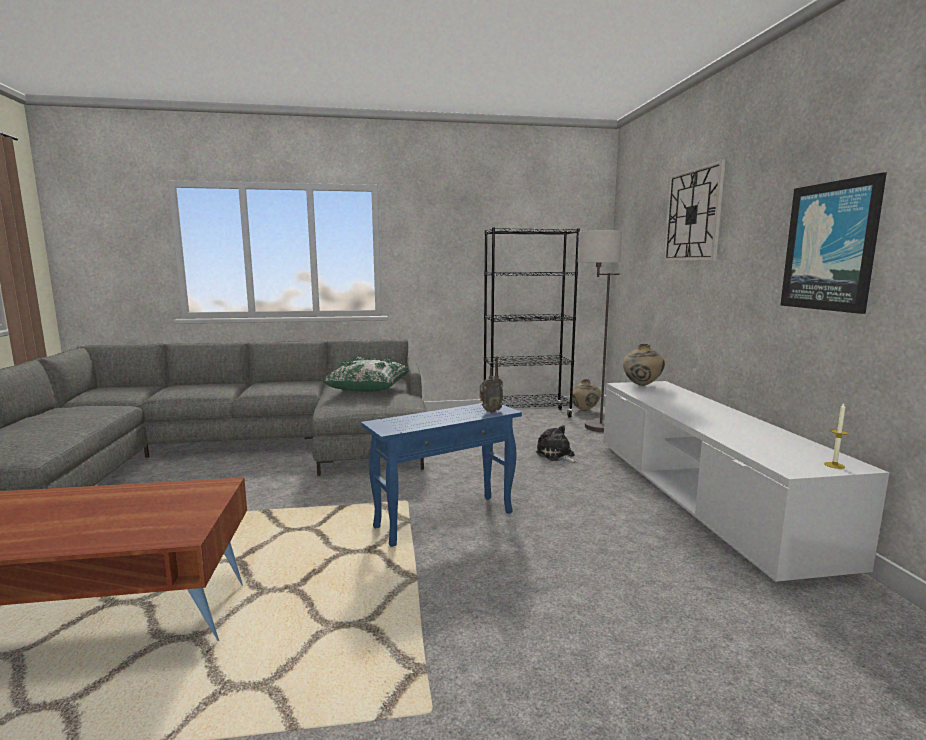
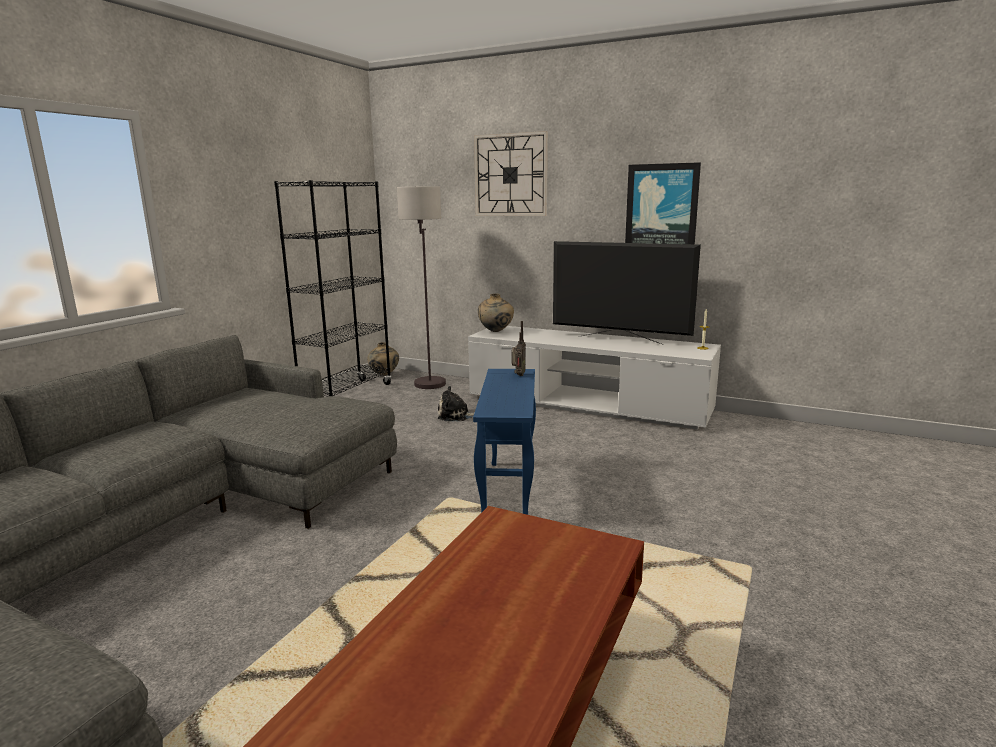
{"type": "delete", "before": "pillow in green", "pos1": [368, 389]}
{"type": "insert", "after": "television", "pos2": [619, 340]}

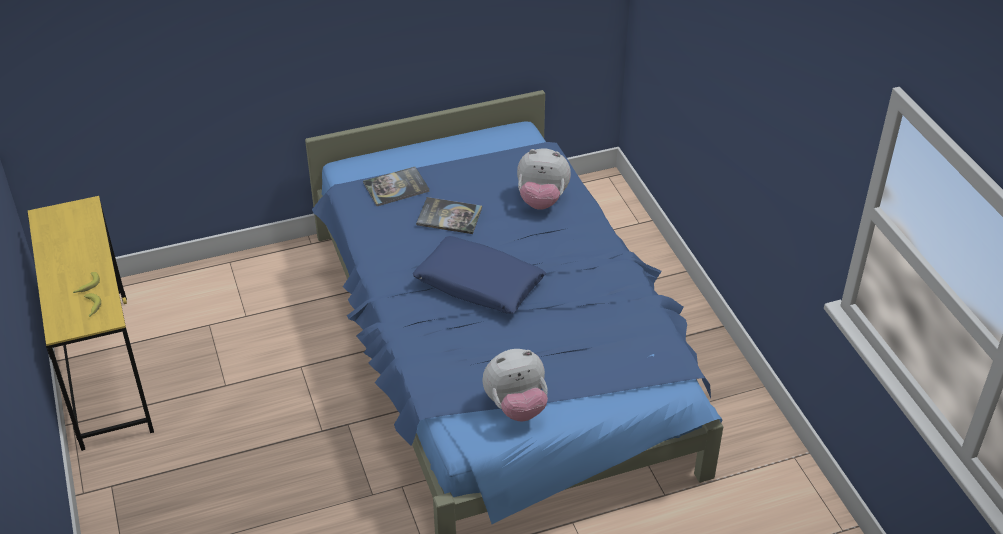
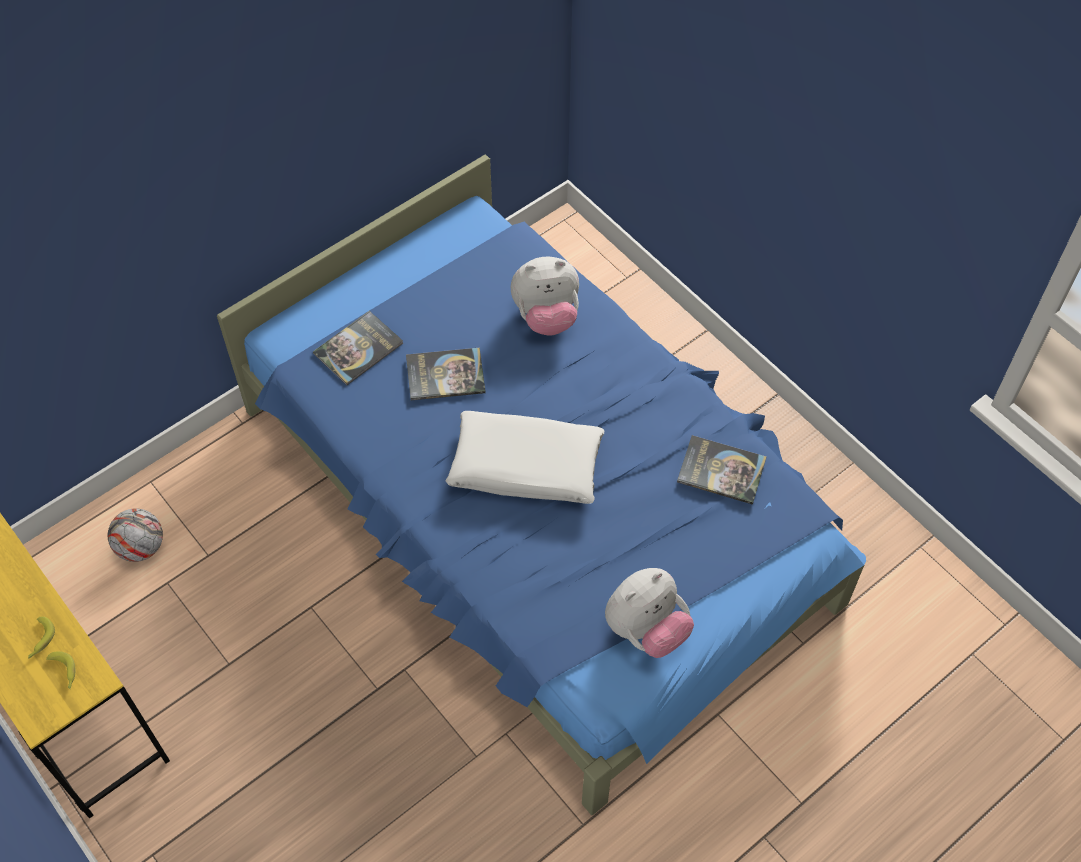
{"type": "recolor", "before": "pillow in blue", "after": "pillow in white", "pos1": [479, 285], "pos2": [526, 466]}
{"type": "insert", "after": "football", "pos2": [141, 547]}
{"type": "insert", "after": "book", "pos2": [721, 470]}

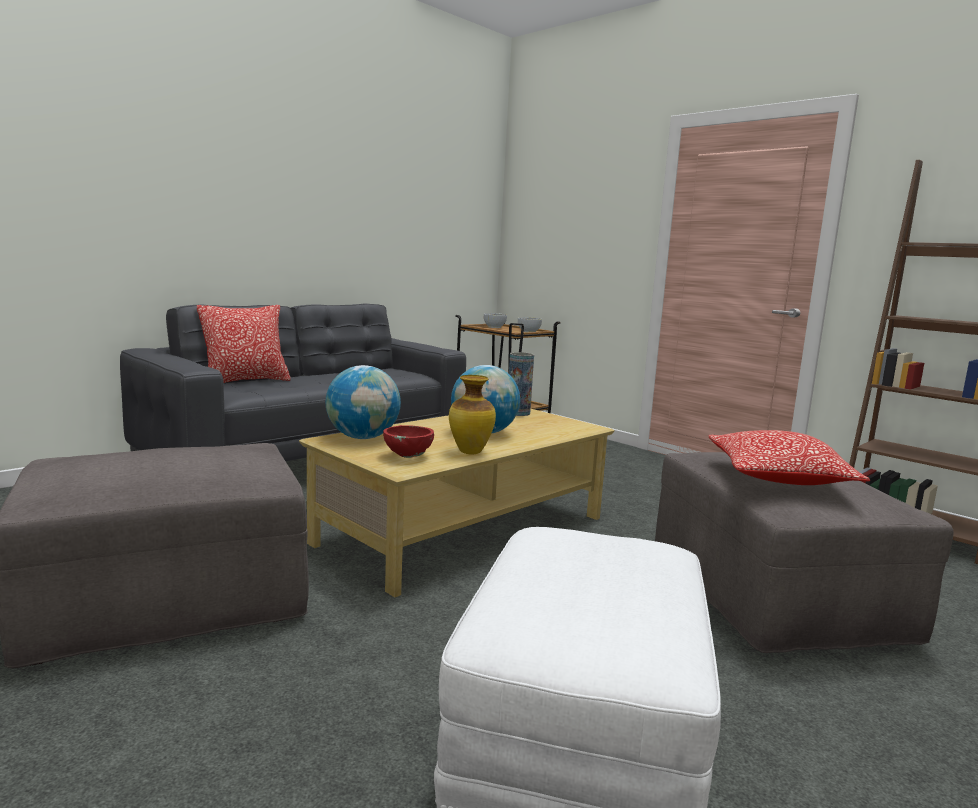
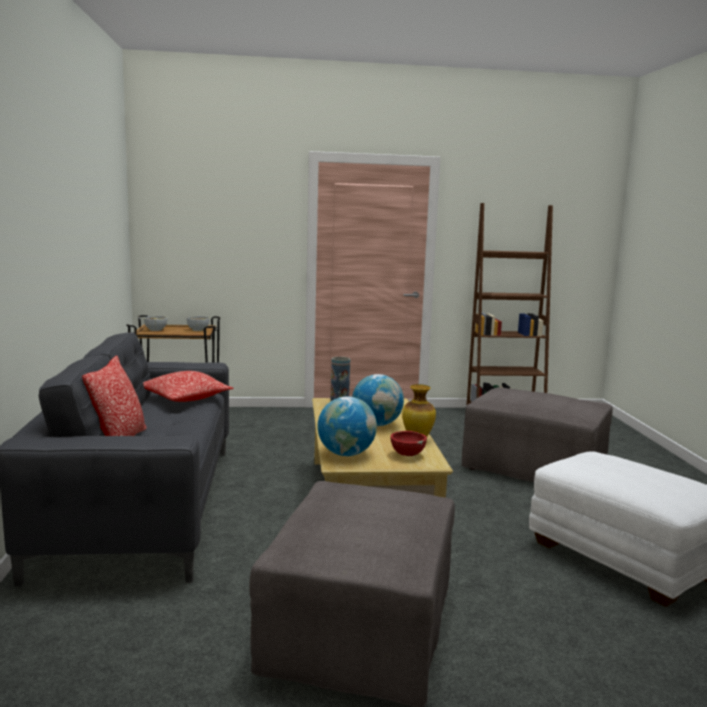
{"type": "move", "before": "pillow", "pos1": [778, 477], "pos2": [185, 398]}

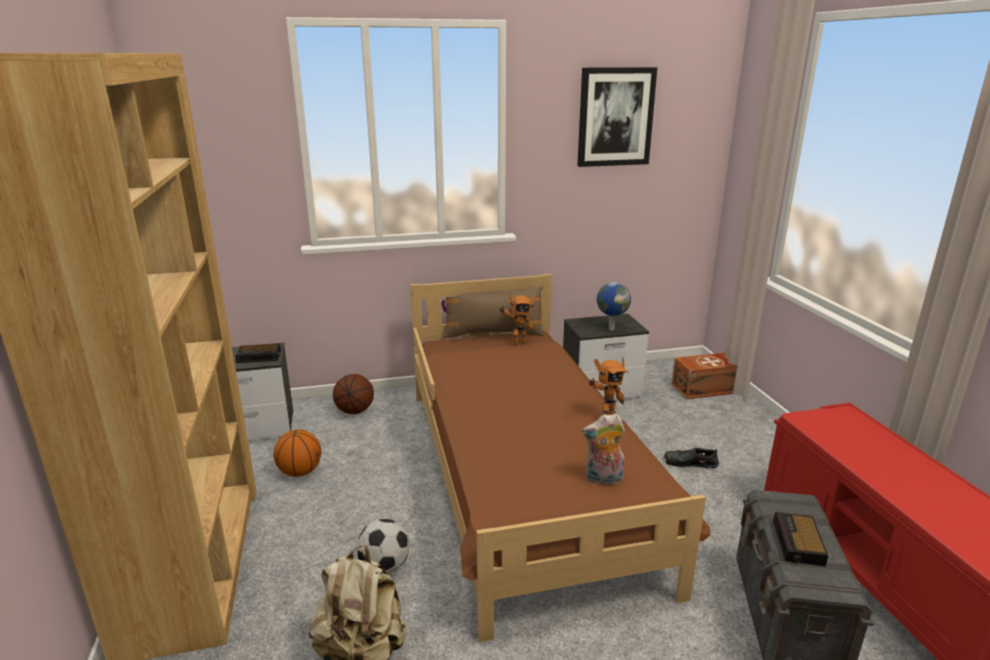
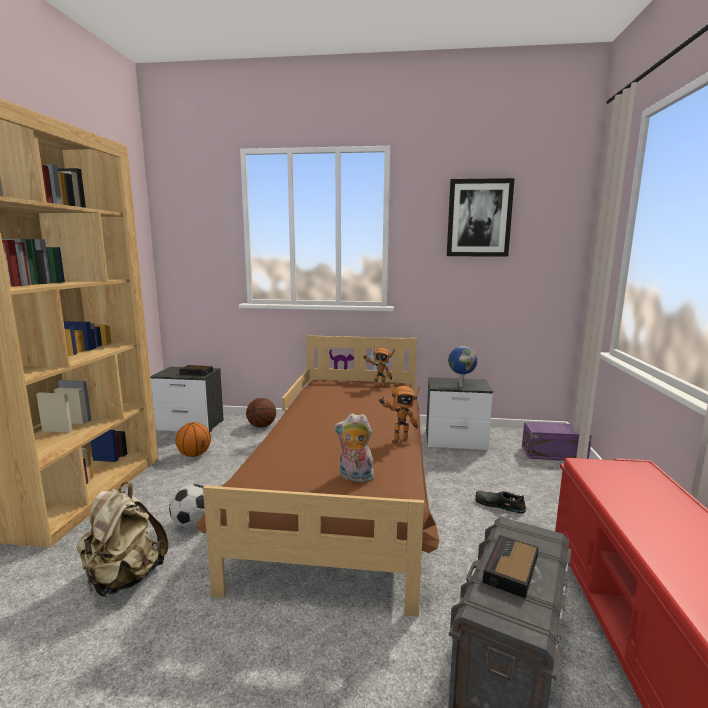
{"type": "delete", "before": "pillow in brown", "pos1": [493, 333]}
{"type": "recolor", "before": "storage box in brown", "after": "storage box in purple", "pos1": [708, 389], "pos2": [555, 454]}

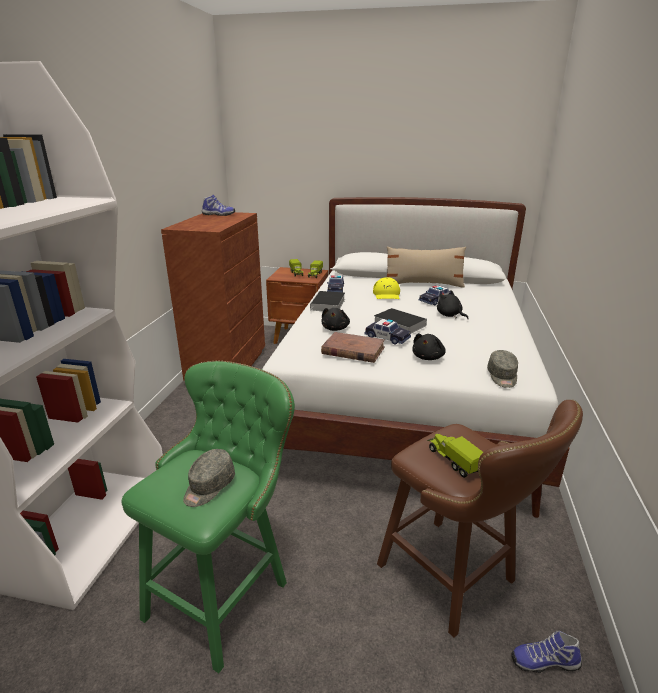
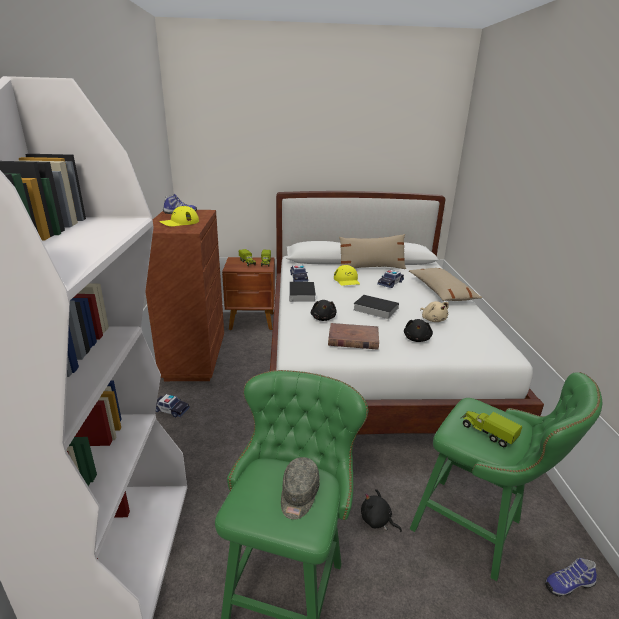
{"type": "move", "before": "toy car", "pos1": [387, 337], "pos2": [170, 410]}
{"type": "recolor", "before": "stool in brown", "after": "stool in green", "pos1": [458, 583], "pos2": [479, 532]}
{"type": "move", "before": "plush toy in black", "pos1": [450, 315], "pos2": [377, 520]}
{"type": "delete", "before": "cap in grey", "pos1": [502, 377]}
{"type": "insert", "after": "cap in yellow", "pos2": [179, 222]}
{"type": "insert", "after": "pillow in beige", "pos2": [441, 292]}
{"type": "insert", "after": "plush toy in beige", "pos2": [433, 319]}

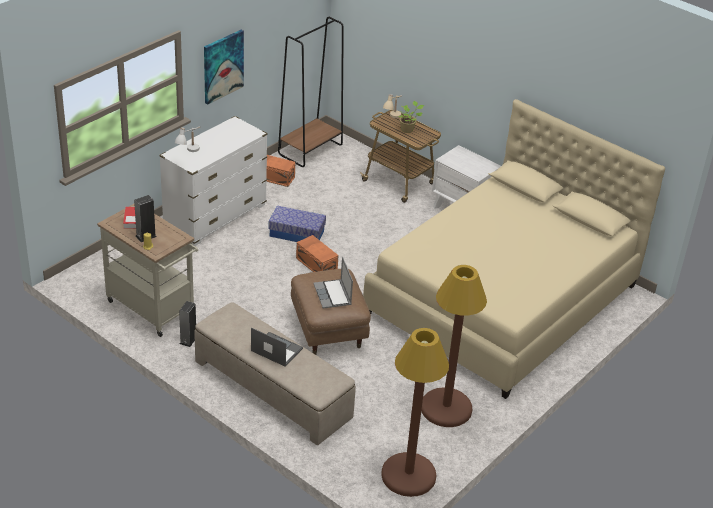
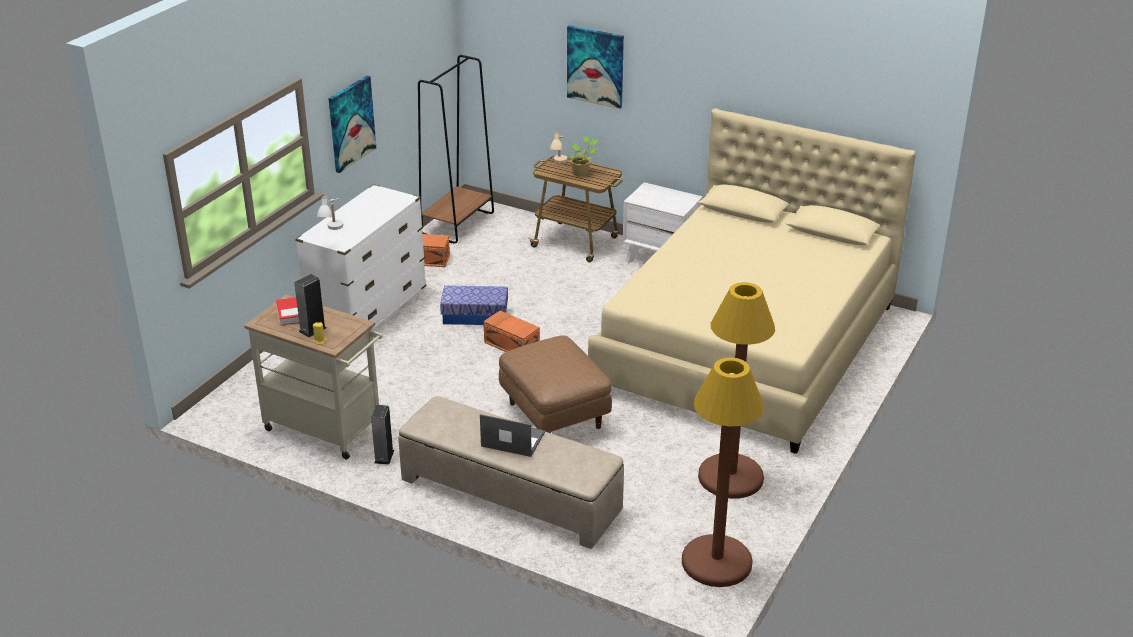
{"type": "delete", "before": "laptop", "pos1": [333, 295]}
{"type": "insert", "after": "picture", "pos2": [595, 66]}

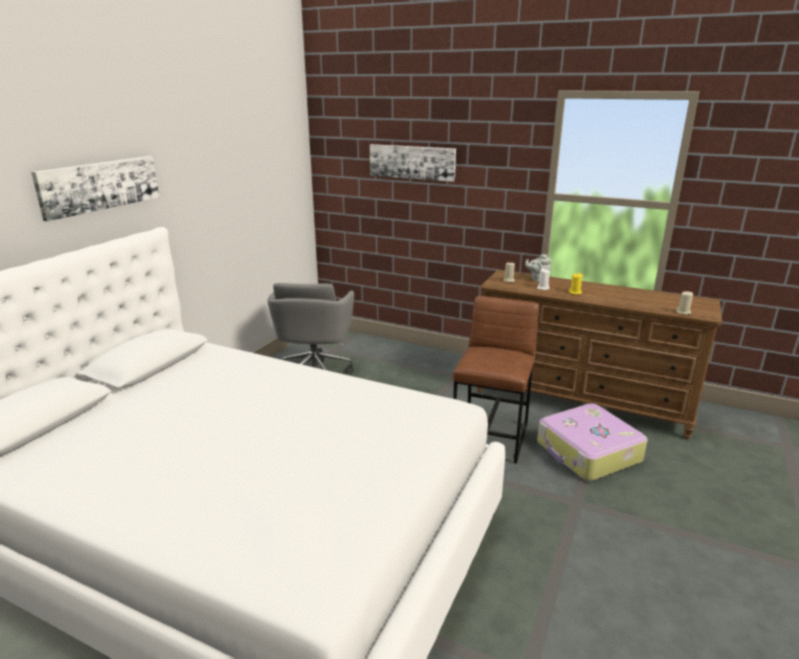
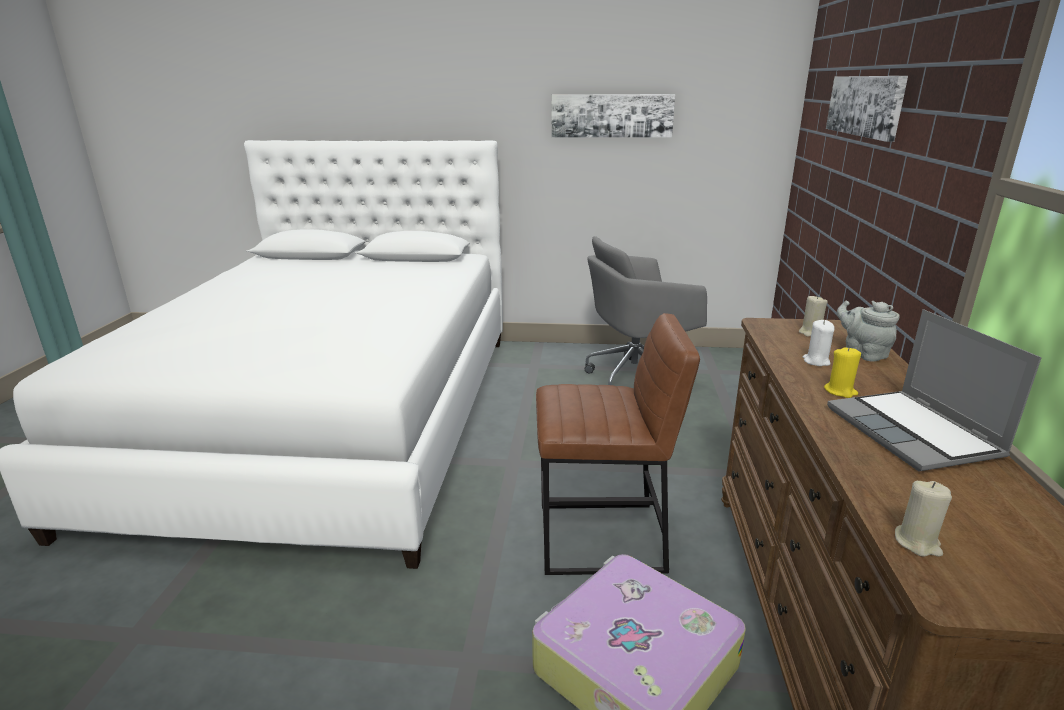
{"type": "move", "before": "picture", "pos1": [99, 185], "pos2": [611, 115]}
{"type": "insert", "after": "laptop", "pos2": [914, 433]}

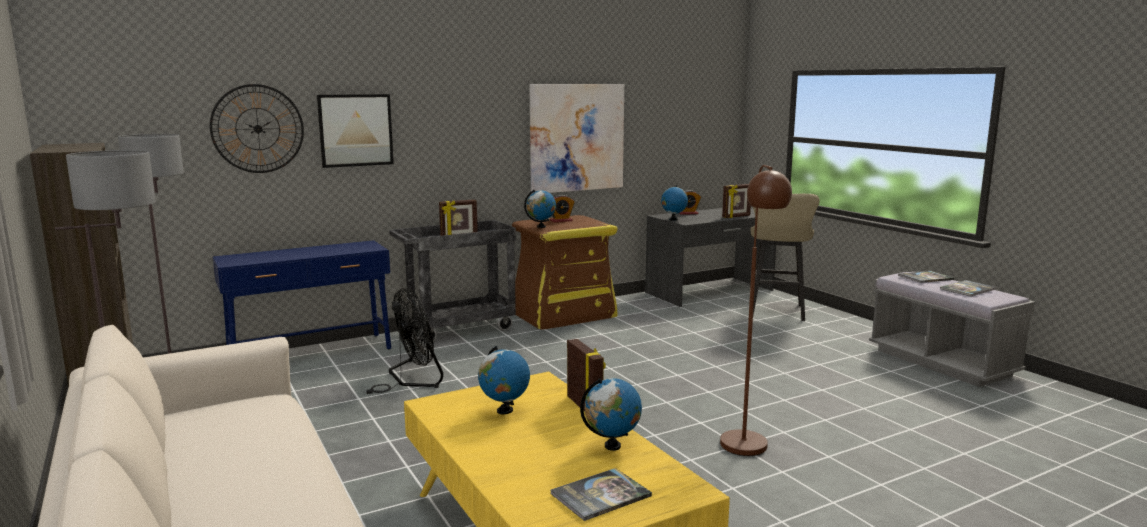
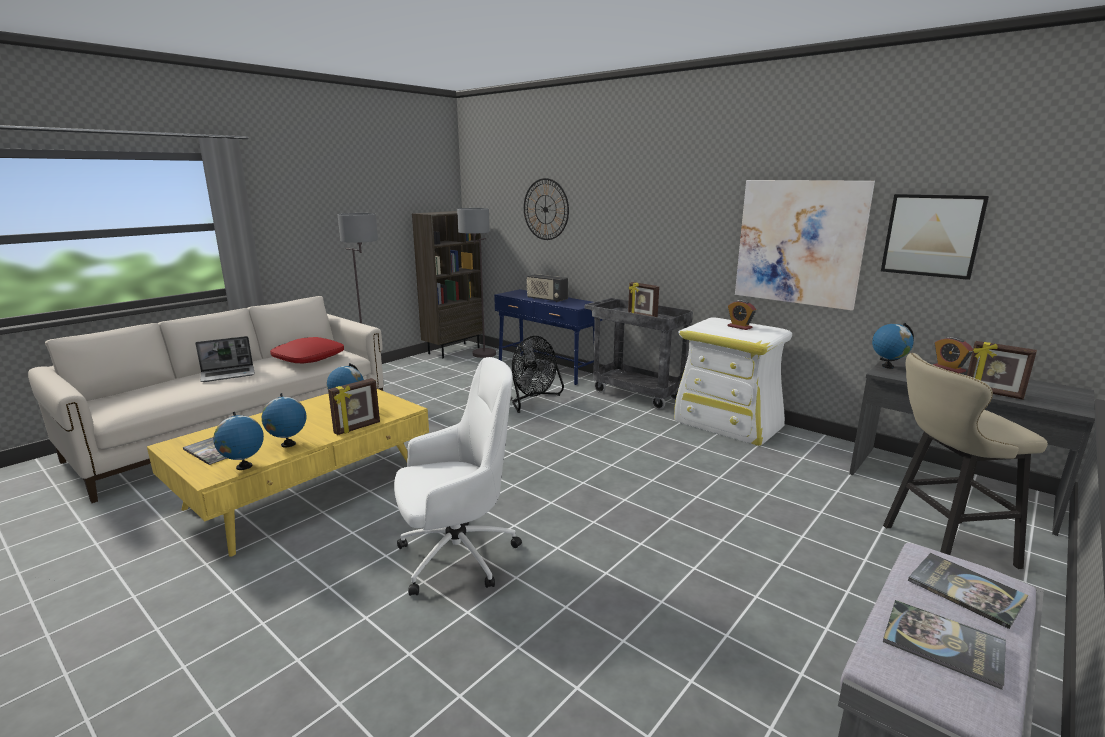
{"type": "move", "before": "picture", "pos1": [355, 130], "pos2": [932, 235]}
{"type": "recolor", "before": "nightstand in brown", "after": "nightstand in white", "pos1": [566, 315], "pos2": [728, 424]}
{"type": "move", "before": "globe", "pos1": [541, 227], "pos2": [244, 467]}
{"type": "replace", "before": "floor lamp in brown", "after": "office chair in white", "pos1": [747, 452], "pos2": [458, 557]}
{"type": "insert", "after": "laptop", "pos2": [229, 374]}
{"type": "insert", "after": "pillow in red", "pos2": [309, 358]}
{"type": "insert", "after": "radio", "pos2": [547, 299]}

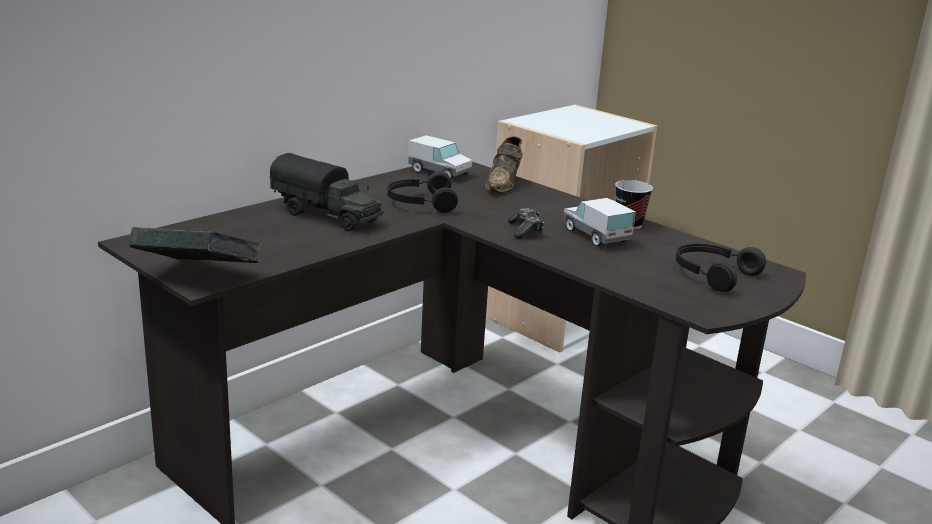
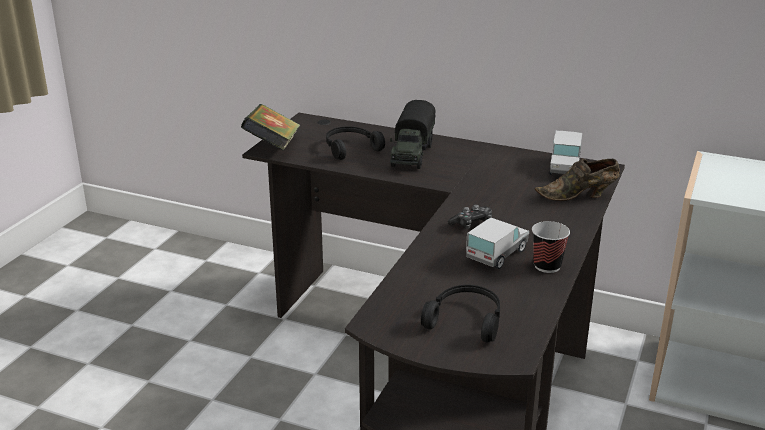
{"type": "move", "before": "headphones in black", "pos1": [420, 203], "pos2": [350, 148]}

